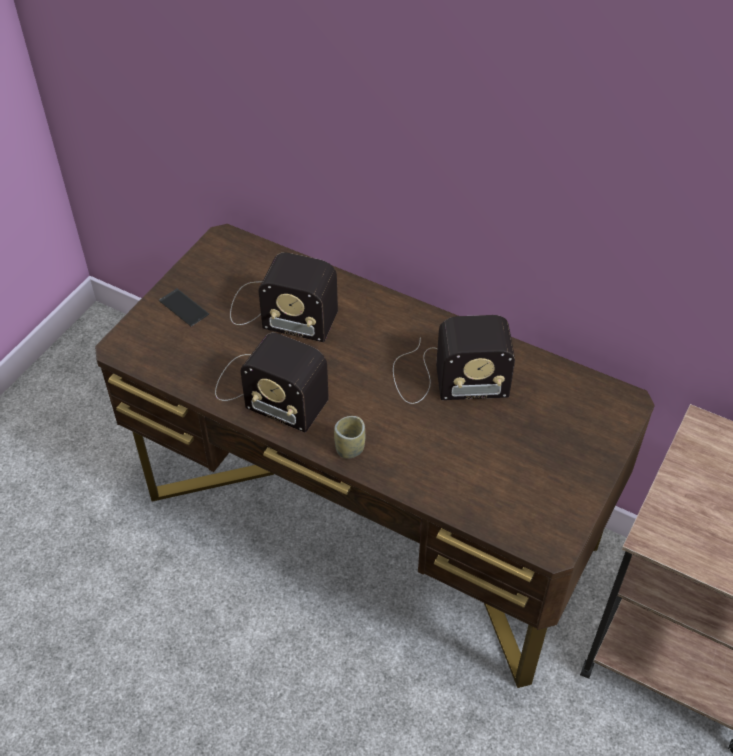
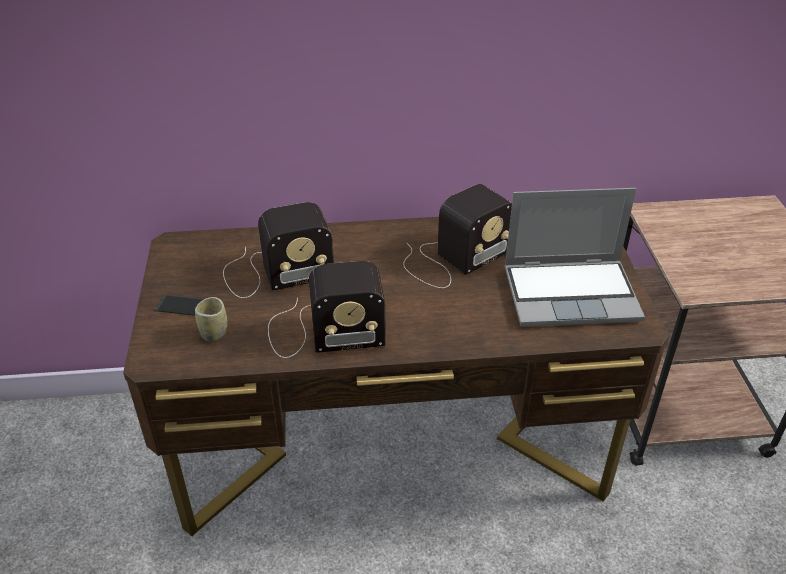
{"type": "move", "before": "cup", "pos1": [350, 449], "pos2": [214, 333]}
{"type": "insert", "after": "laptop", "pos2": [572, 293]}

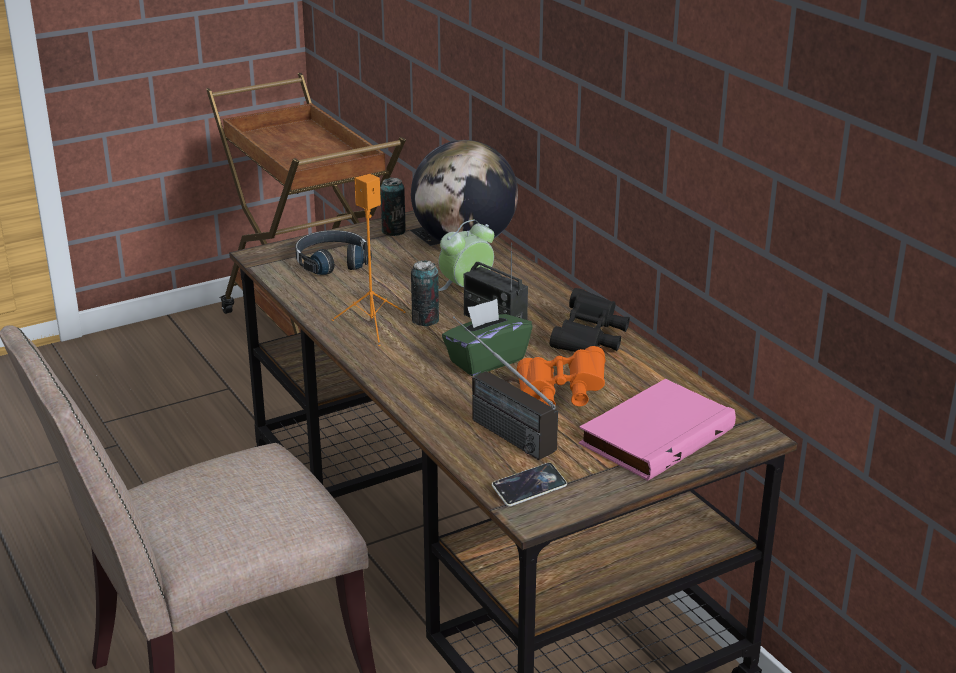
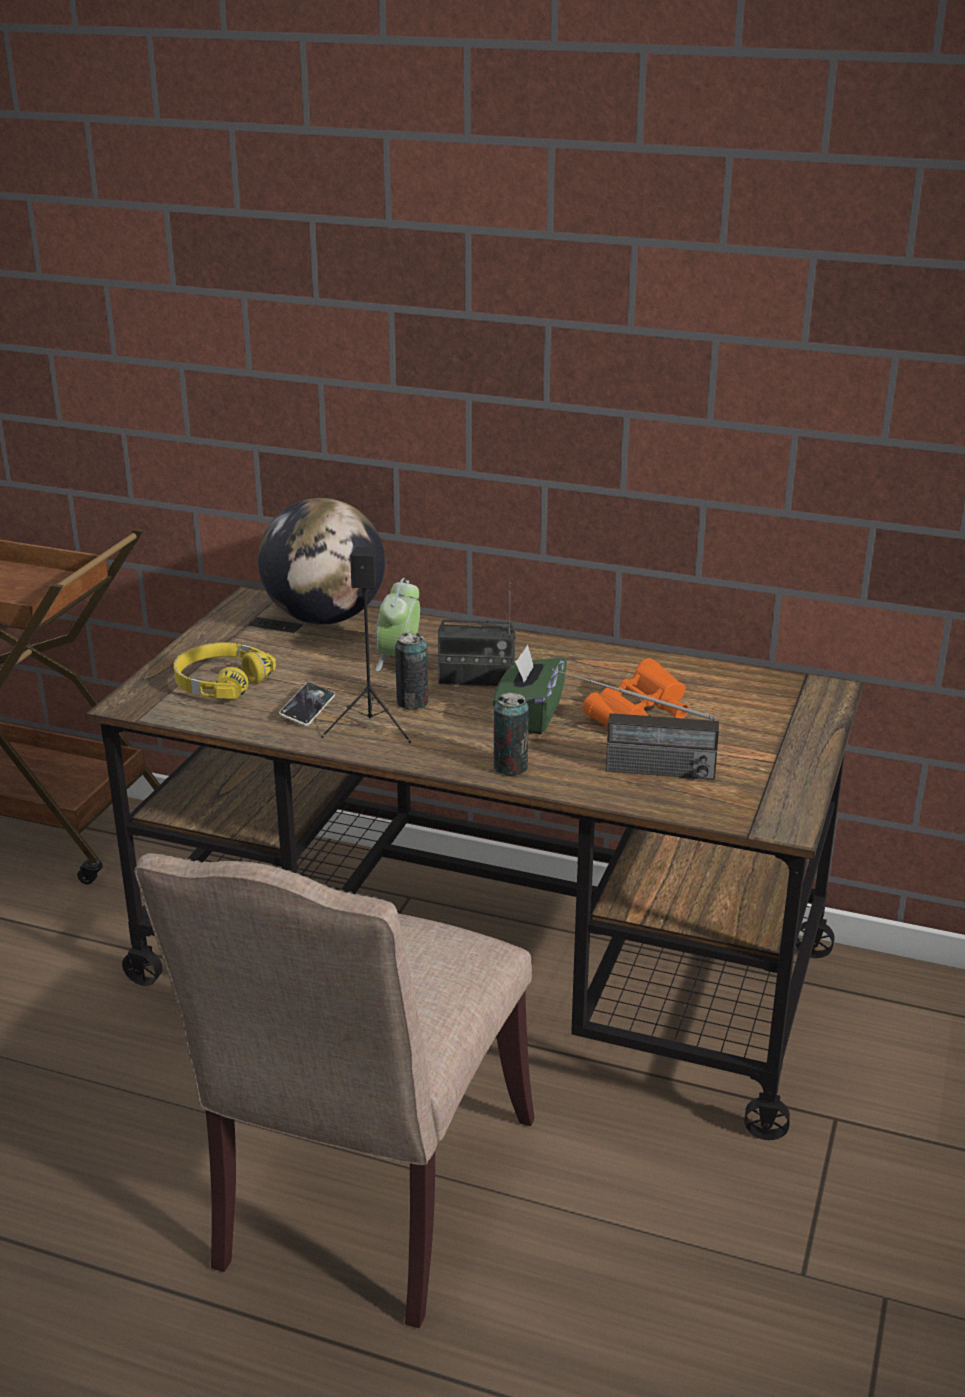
{"type": "recolor", "before": "headphones in black", "after": "headphones in yellow", "pos1": [331, 262], "pos2": [220, 682]}
{"type": "recolor", "before": "speaker in orange", "after": "speaker in black", "pos1": [372, 326], "pos2": [371, 727]}
{"type": "move", "before": "can", "pos1": [393, 231], "pos2": [510, 767]}
{"type": "move", "before": "phone", "pos1": [529, 488], "pos2": [307, 708]}
{"type": "delete", "before": "binoculars in black", "pos1": [589, 340]}
{"type": "delete", "before": "book in pink", "pos1": [654, 435]}

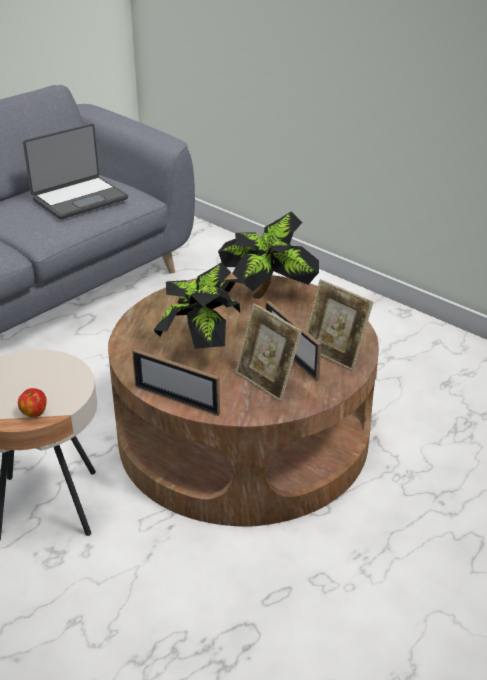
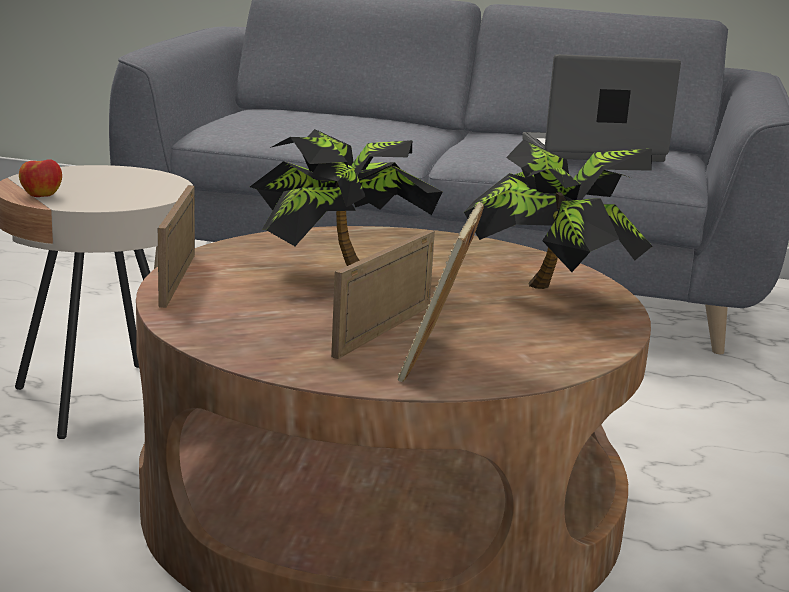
{"type": "rotate", "before": "laptop", "pos1": [79, 199], "pos2": [592, 152], "turn": 150}
{"type": "delete", "before": "picture frame", "pos1": [266, 382]}

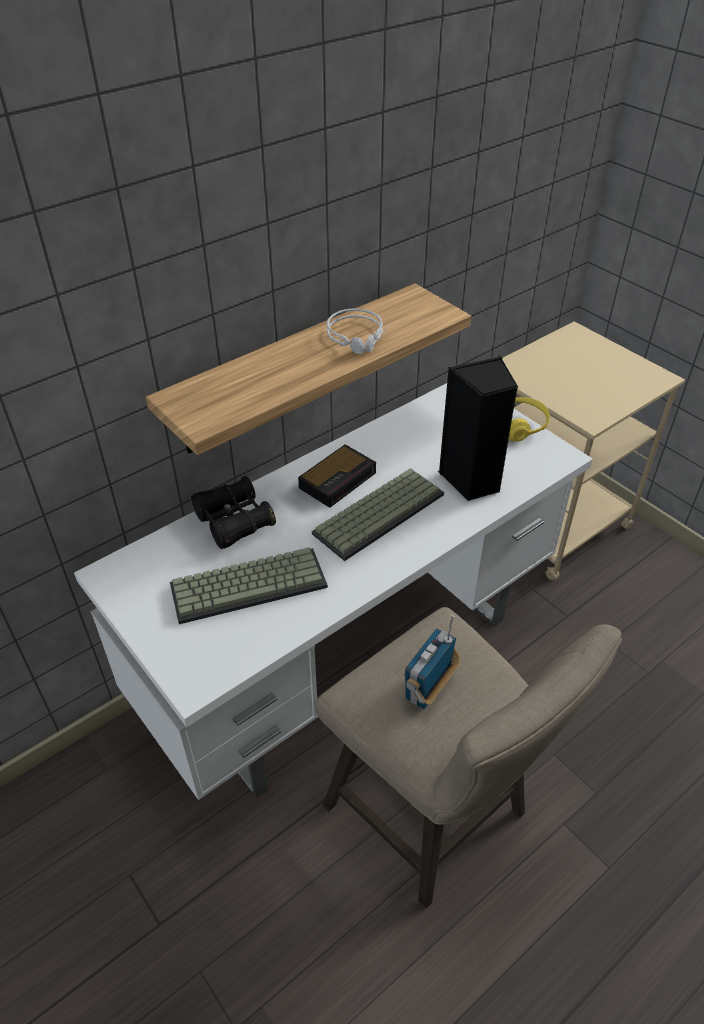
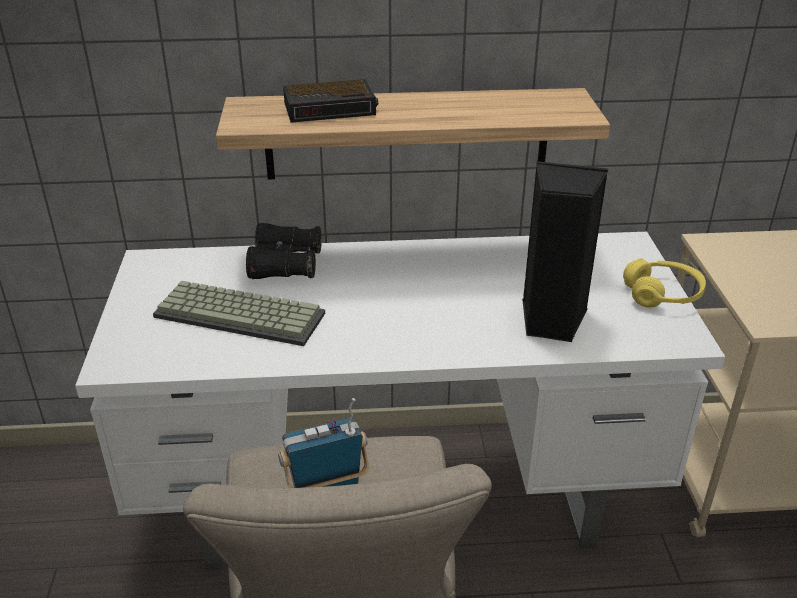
{"type": "move", "before": "alarm clock", "pos1": [339, 479], "pos2": [331, 108]}
{"type": "delete", "before": "keyboard", "pos1": [378, 512]}
{"type": "delete", "before": "headphones in grey", "pos1": [358, 337]}

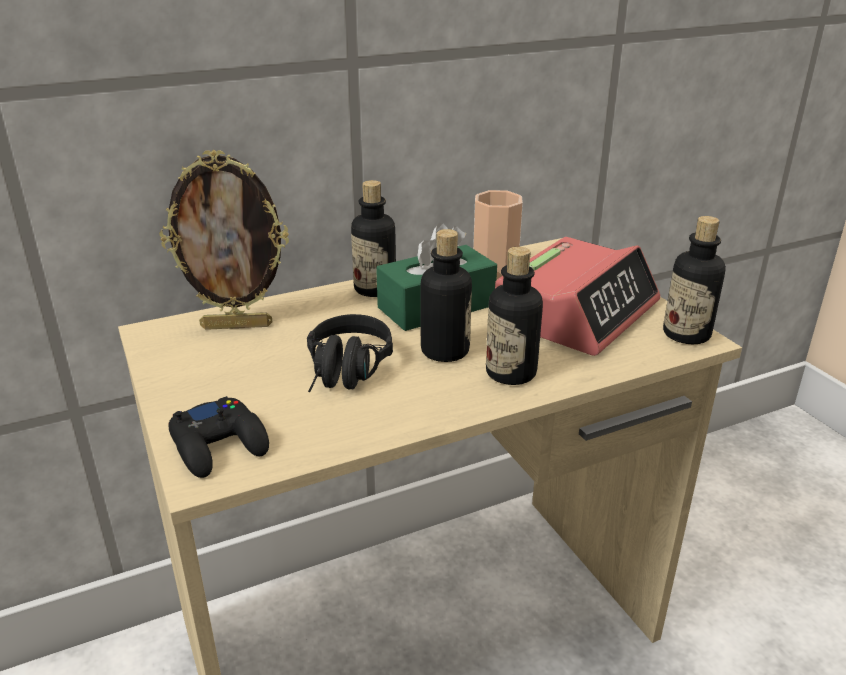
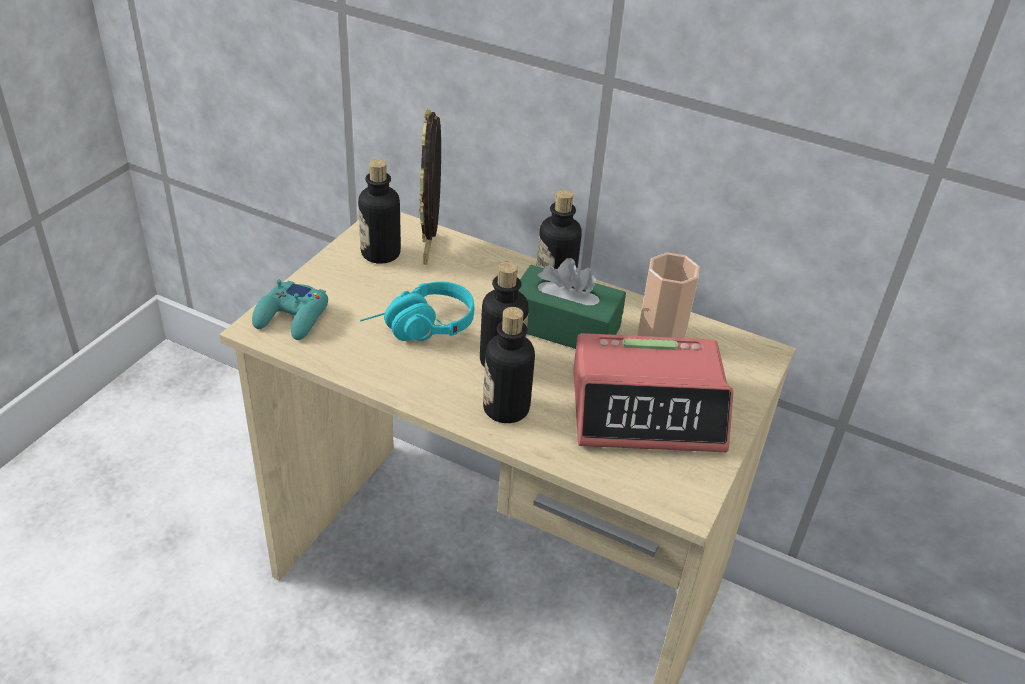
{"type": "rotate", "before": "picture frame", "pos1": [237, 325], "pos2": [430, 249], "turn": 45}
{"type": "recolor", "before": "game controller in black", "after": "game controller in turquoise", "pos1": [220, 445], "pos2": [292, 317]}
{"type": "recolor", "before": "headphones in black", "after": "headphones in turquoise", "pos1": [346, 375], "pos2": [419, 329]}
{"type": "move", "before": "bottle", "pos1": [686, 334], "pos2": [380, 253]}

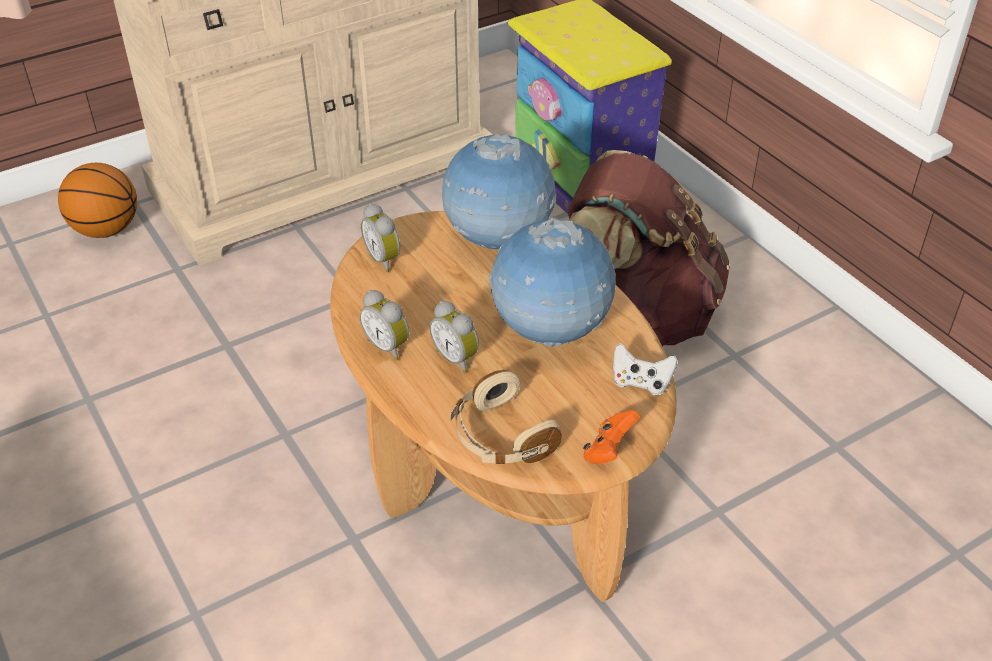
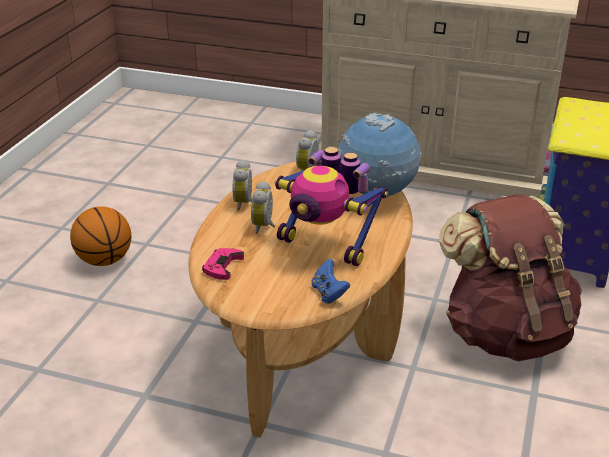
{"type": "move", "before": "basketball", "pos1": [106, 229], "pos2": [105, 260]}
{"type": "replace", "before": "headphones in beige", "after": "game controller in pink", "pos1": [500, 436], "pos2": [222, 266]}
{"type": "replace", "before": "globe", "after": "toy robot", "pos1": [550, 333], "pos2": [326, 245]}
{"type": "delete", "before": "game controller in orange", "pos1": [608, 451]}
{"type": "recolor", "before": "game controller in white", "after": "game controller in blue", "pos1": [641, 383], "pos2": [328, 293]}

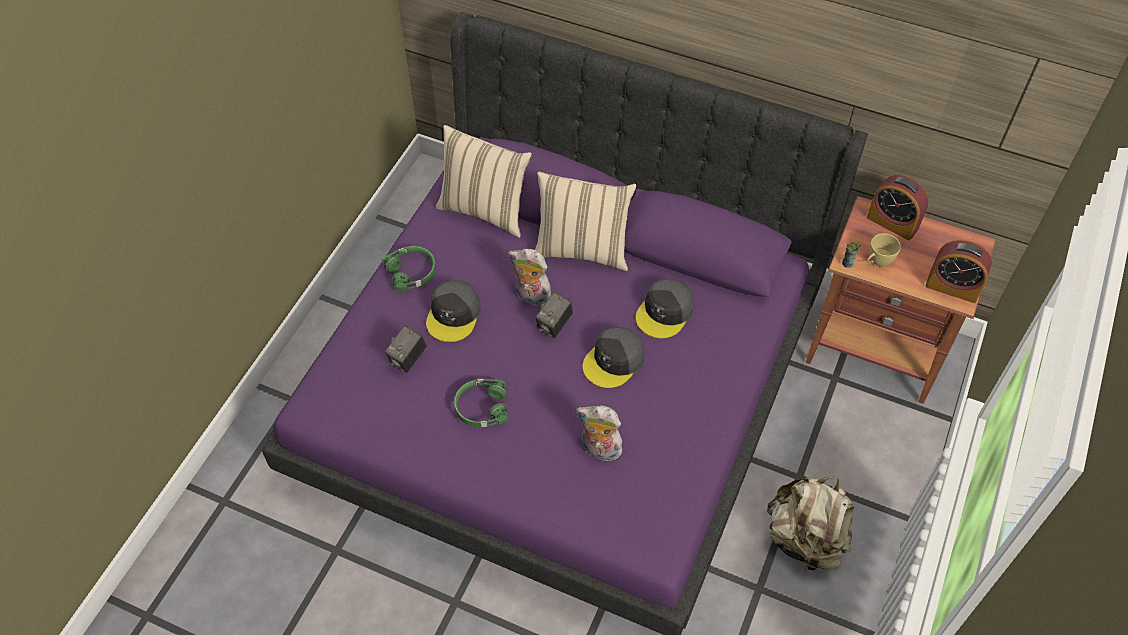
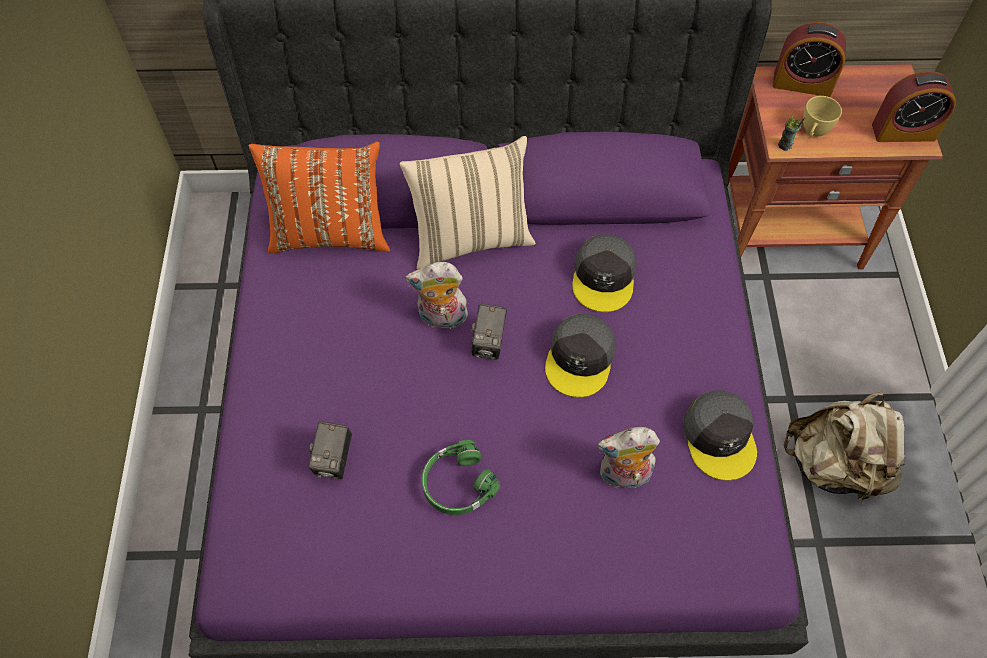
{"type": "delete", "before": "headphones in green", "pos1": [412, 271]}
{"type": "move", "before": "cap in grey", "pos1": [454, 315], "pos2": [719, 437]}
{"type": "recolor", "before": "pillow in beige", "after": "pillow in orange", "pos1": [485, 210], "pos2": [331, 233]}

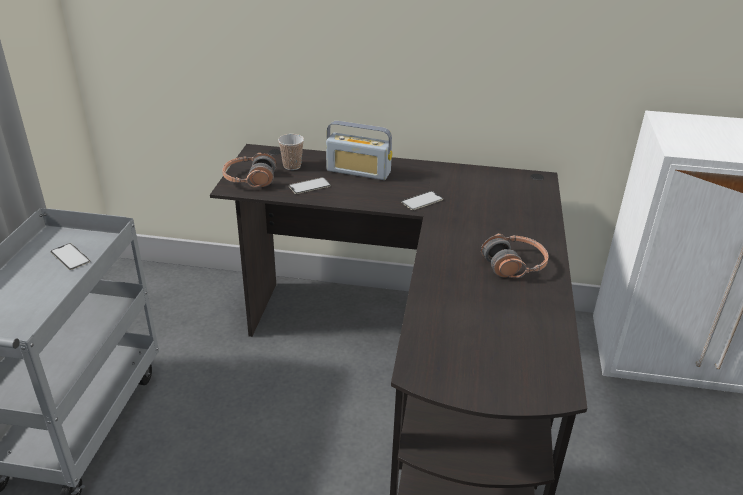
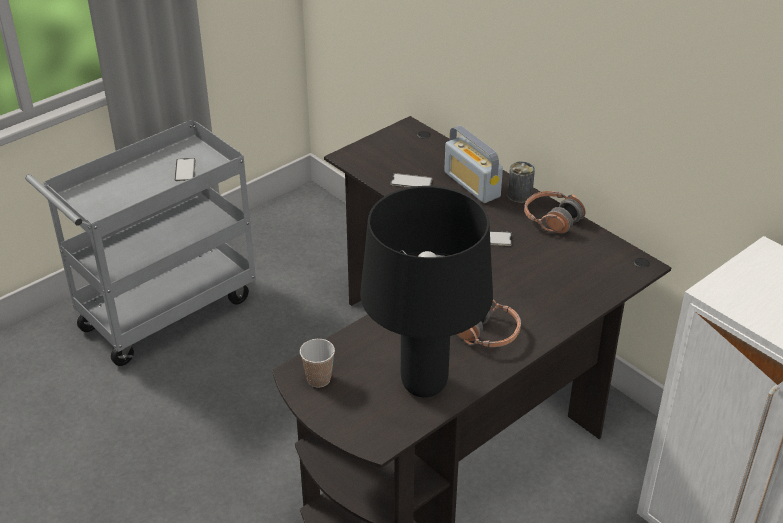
{"type": "move", "before": "headphones", "pos1": [250, 179], "pos2": [552, 219]}
{"type": "move", "before": "cup", "pos1": [292, 166], "pos2": [318, 379]}
{"type": "insert", "after": "table lamp in black", "pos2": [423, 385]}
{"type": "insert", "after": "can", "pos2": [519, 195]}

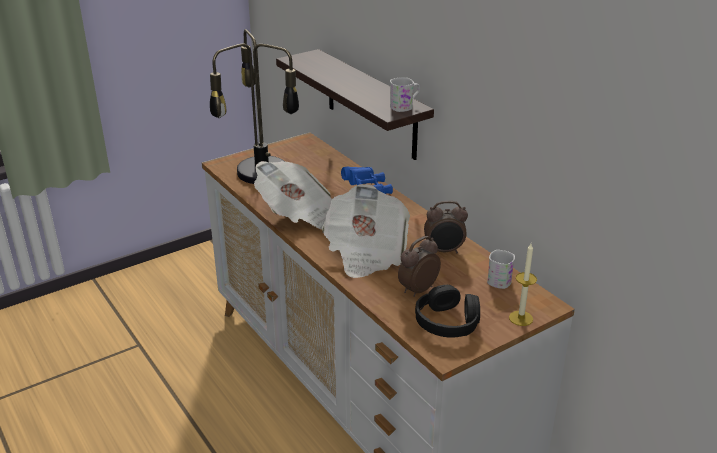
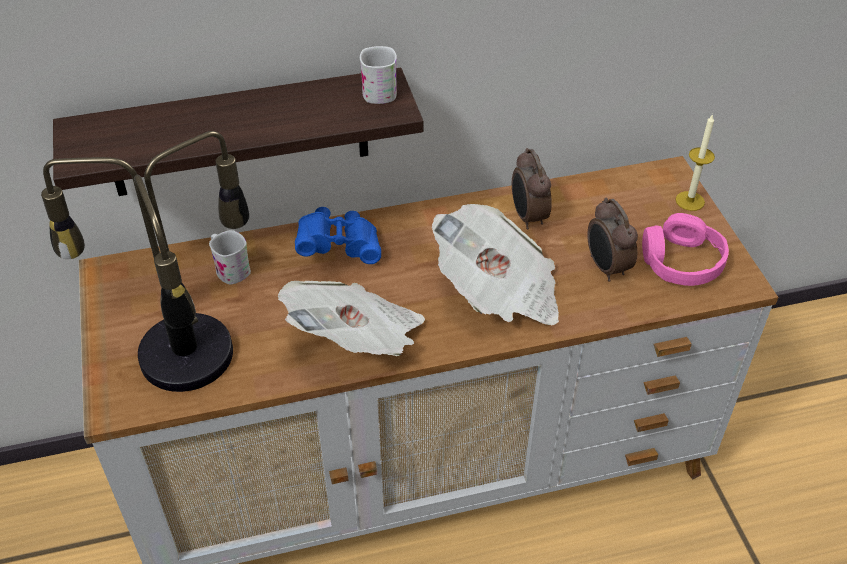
{"type": "recolor", "before": "headphones in black", "after": "headphones in pink", "pos1": [447, 322], "pos2": [681, 261]}
{"type": "rotate", "before": "alarm clock", "pos1": [444, 251], "pos2": [527, 217], "turn": 150}
{"type": "move", "before": "mug in white", "pos1": [500, 279], "pos2": [230, 269]}

